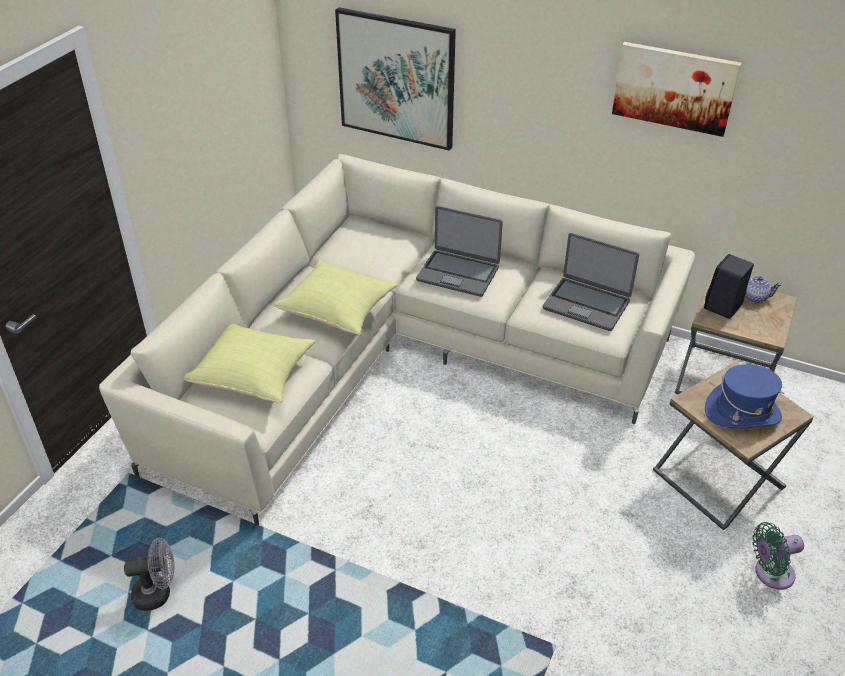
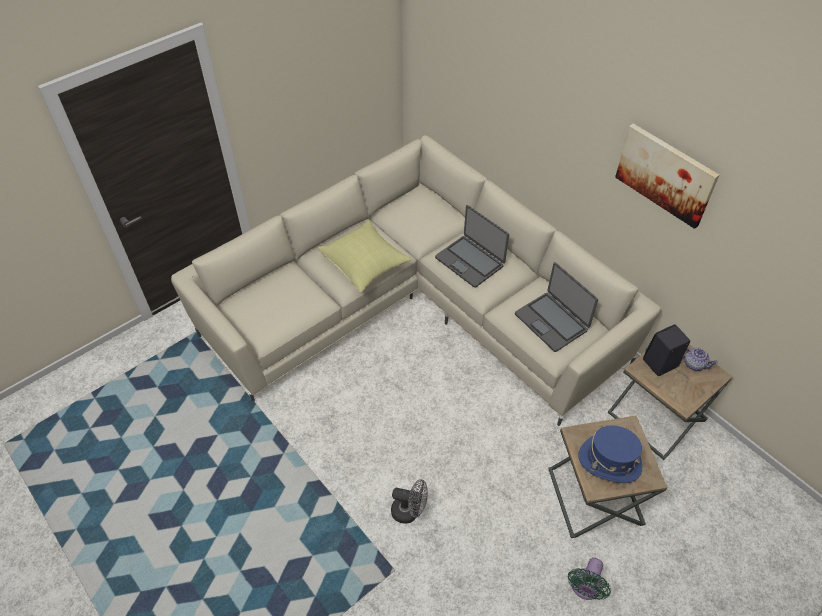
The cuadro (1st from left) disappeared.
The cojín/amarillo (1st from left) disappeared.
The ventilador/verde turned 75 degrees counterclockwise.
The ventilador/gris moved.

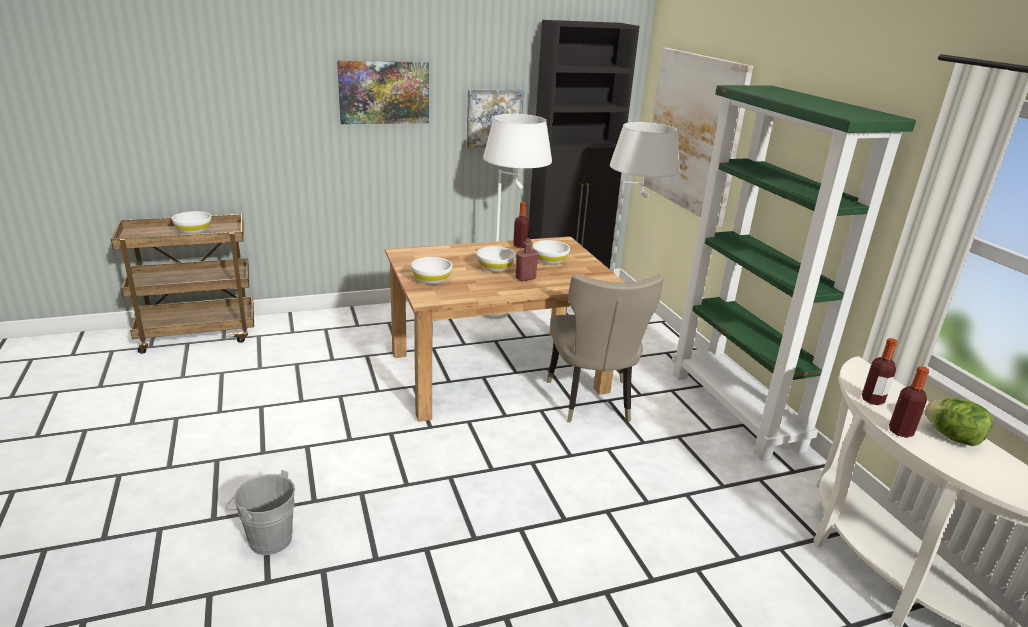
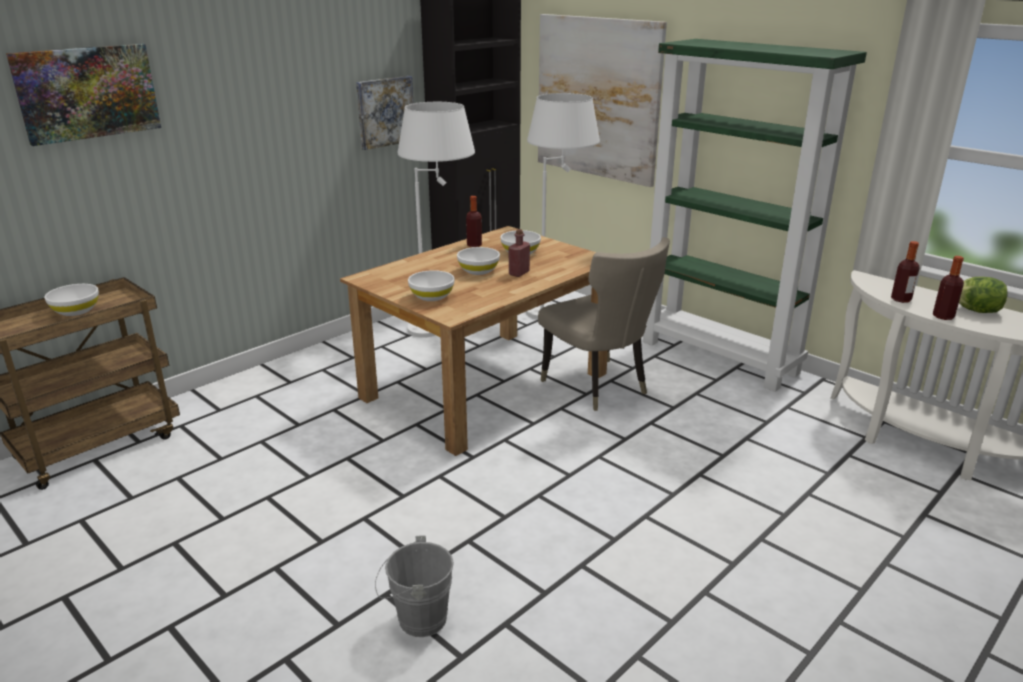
The cuadro (1st from left) moved.

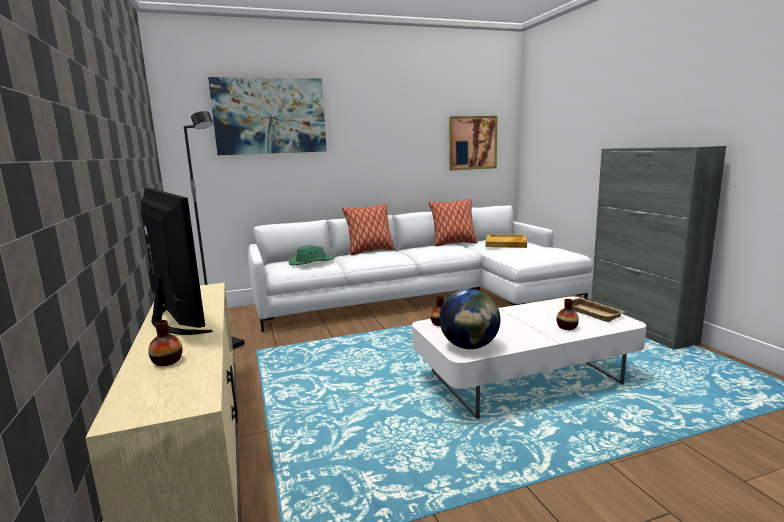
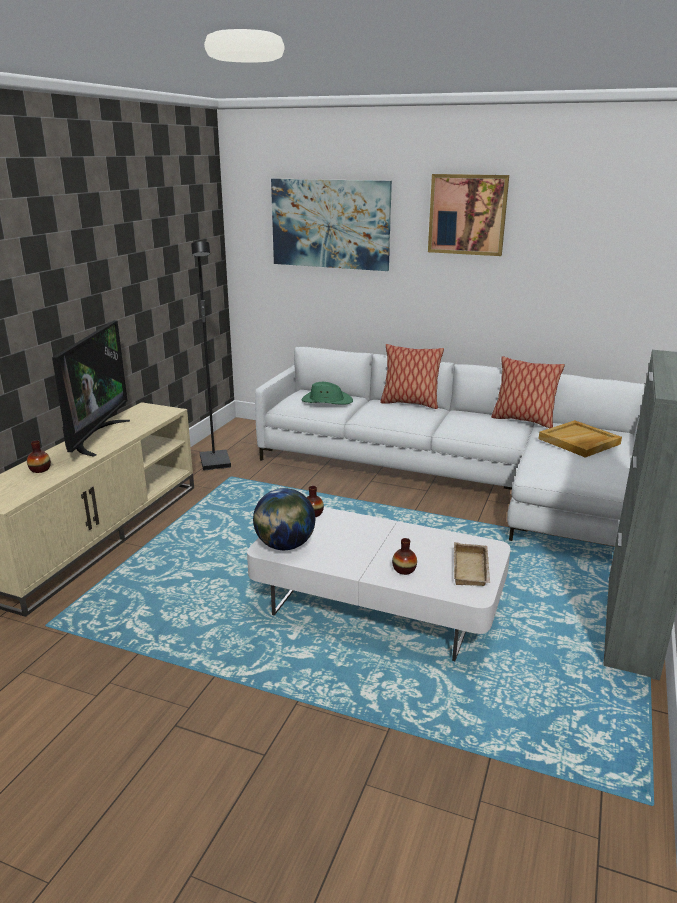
The cuadro (2nd from left) moved.

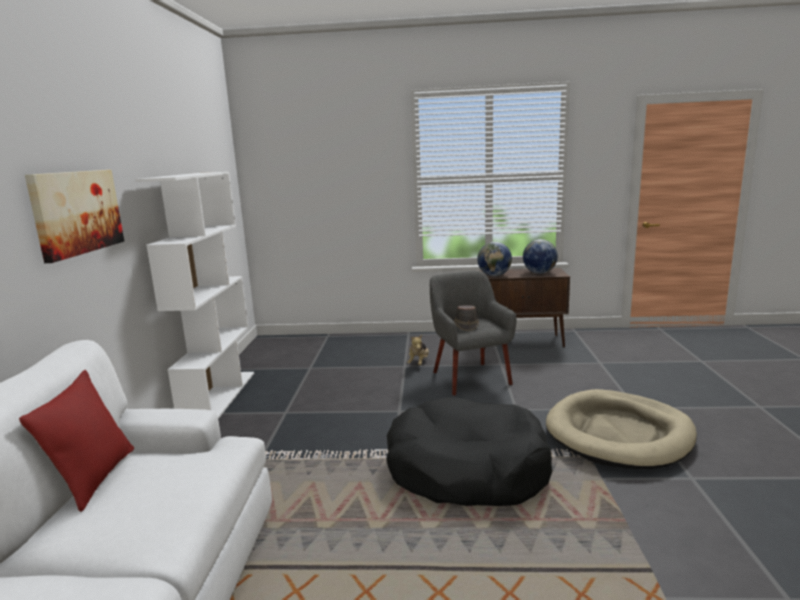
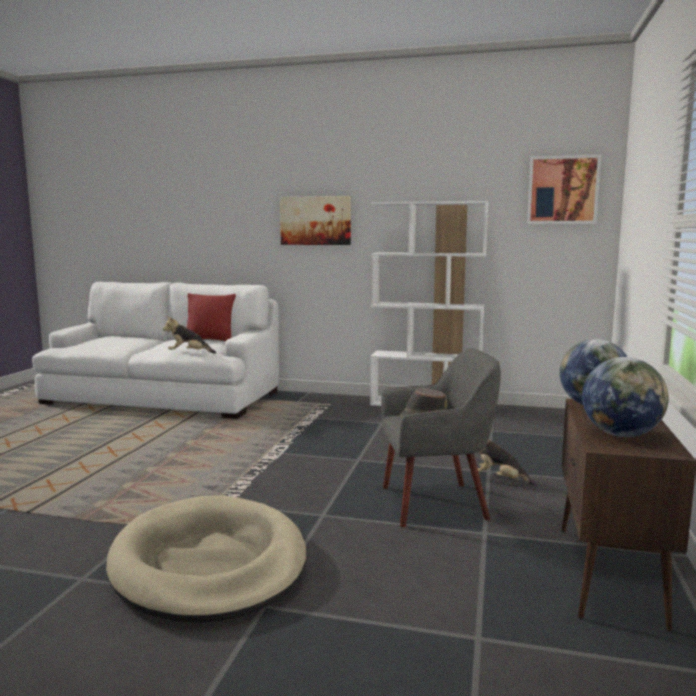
The cama para perro/negro disappeared.
The cuadro (2nd from left) appeared.
The peluche (1st from left) appeared.

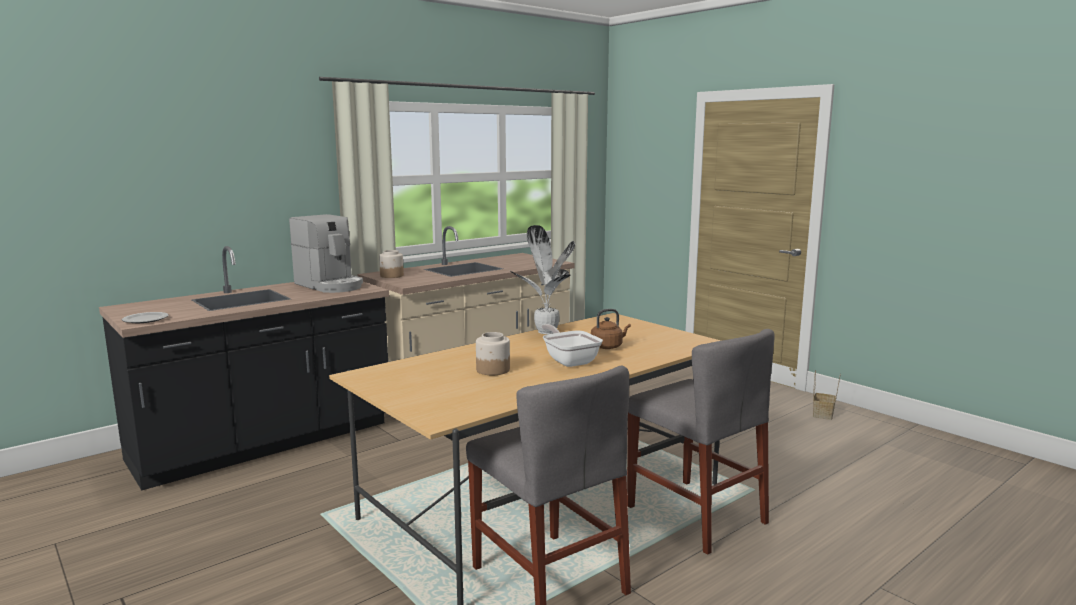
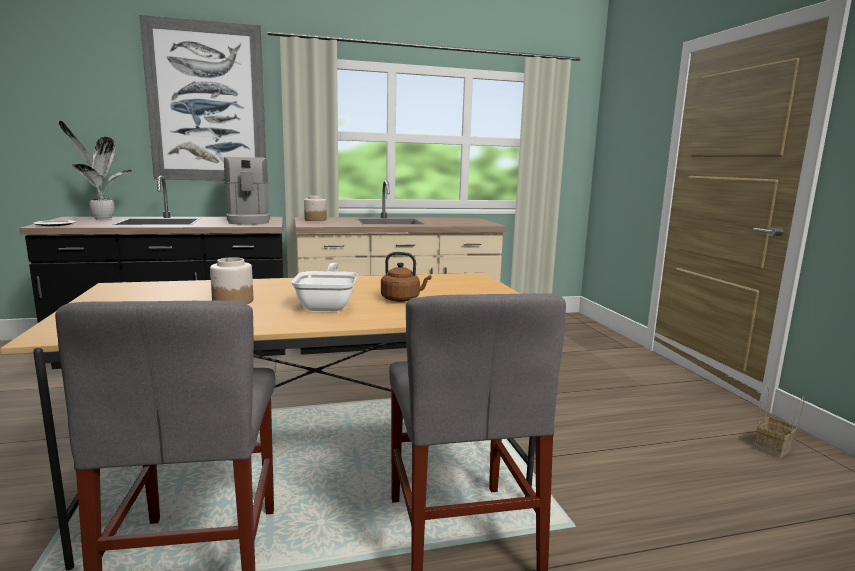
The planta en maceta moved.
The cuadro appeared.

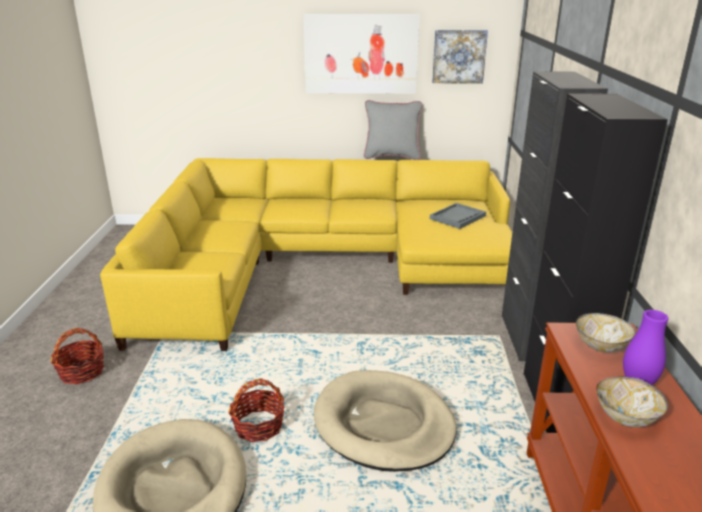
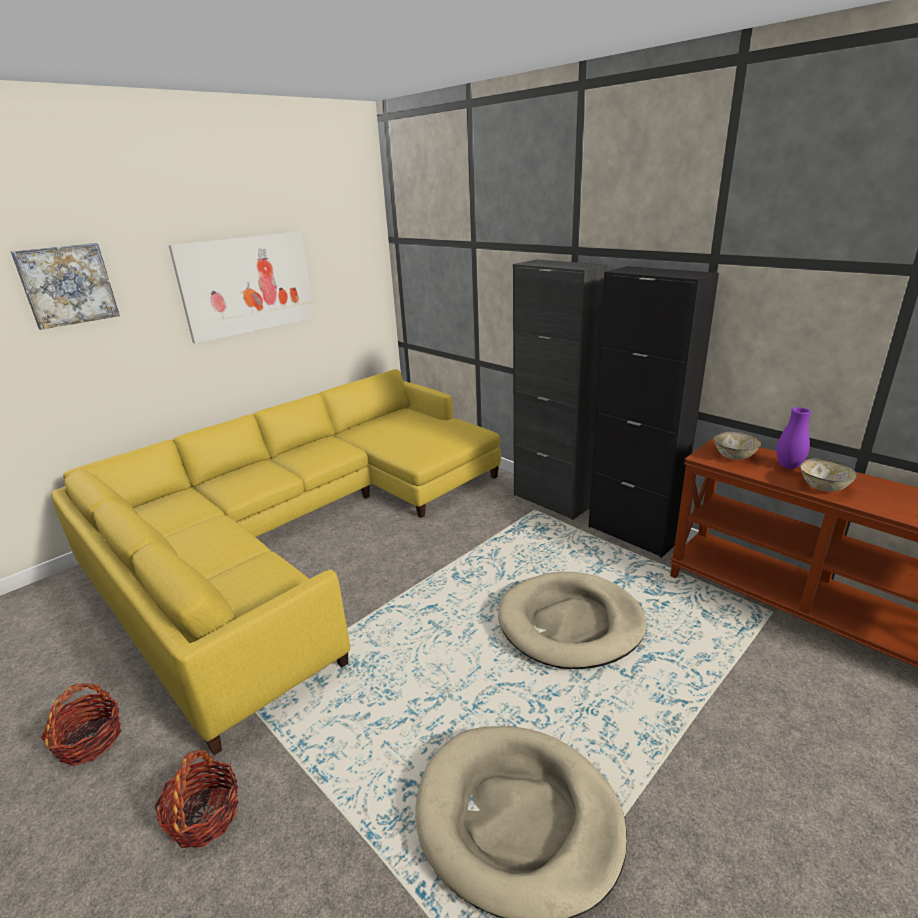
The cuadro (2nd from left in the first image) moved.
The cojín/gris disappeared.
The bandeja/gris disappeared.
The cesta (2nd from left in the first image) moved.

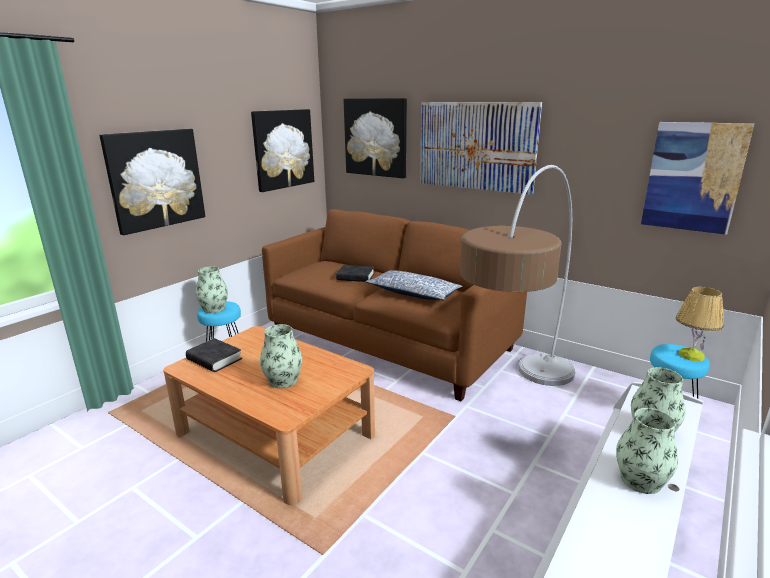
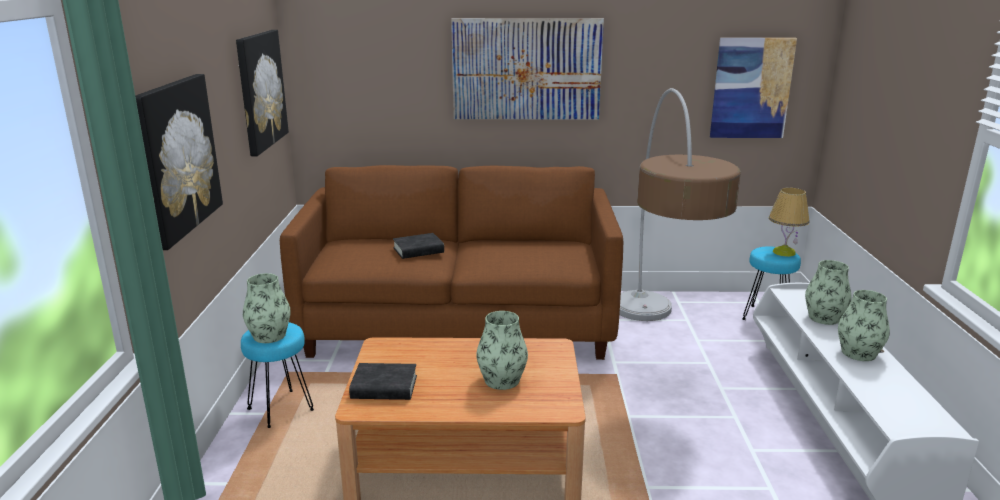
The cuadro (3rd from left) disappeared.
The cojín disappeared.

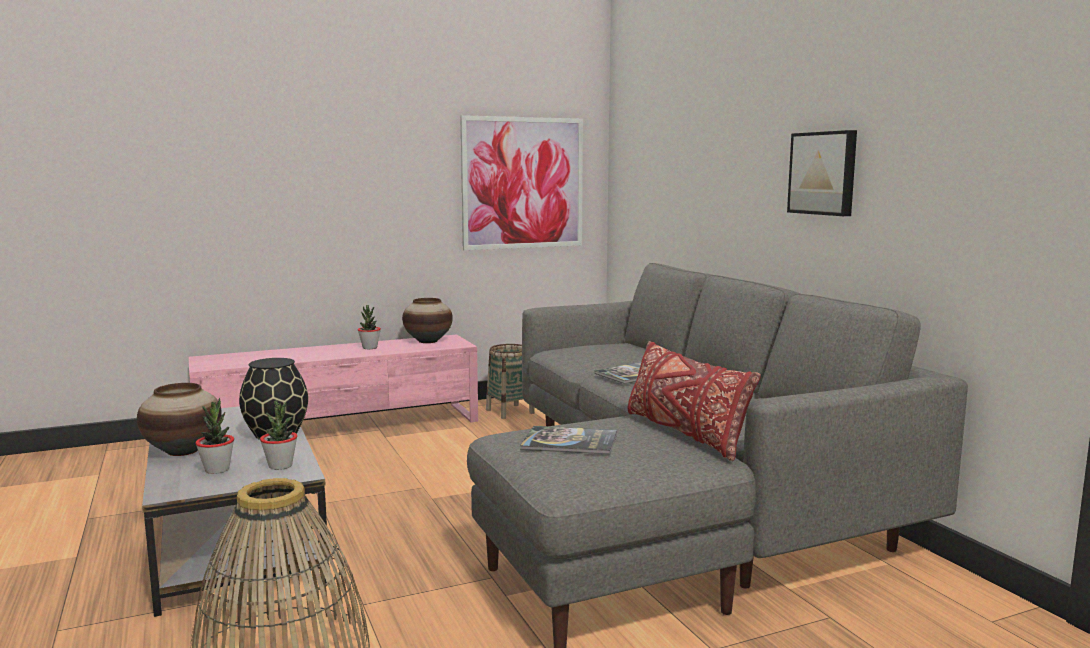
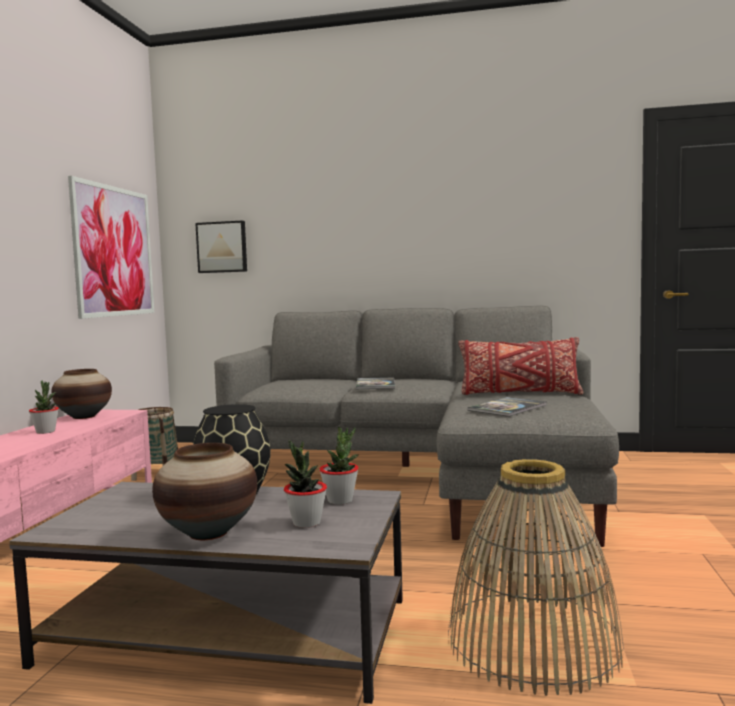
The cuadro (2nd from left) moved.

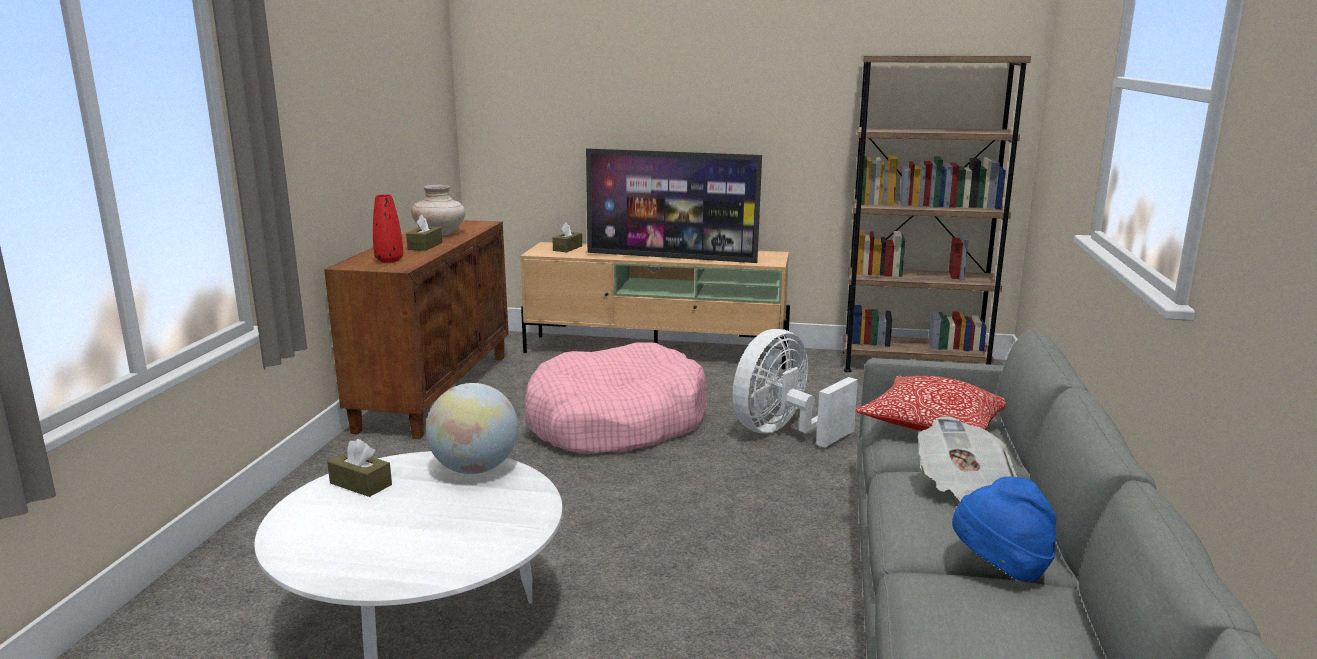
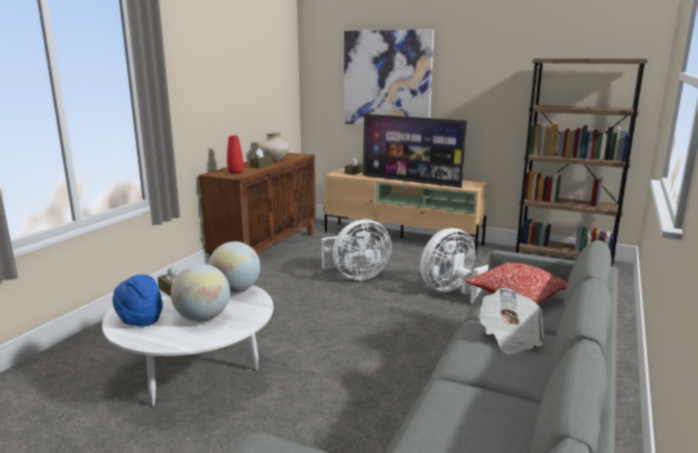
The cama para perro/rosa was replaced by the ventilador/blanco (1st from left).
The sombrero/azul moved.
The cuadro appeared.
The globo terráqueo (1st from left) appeared.

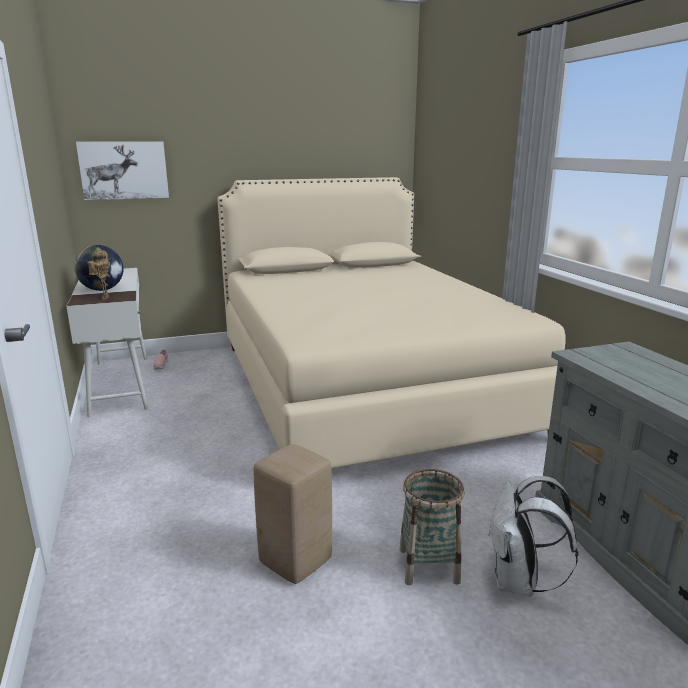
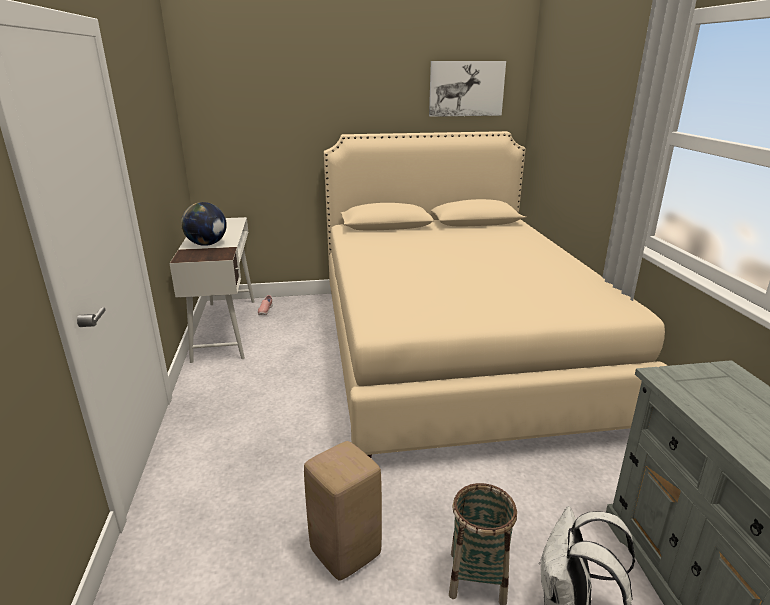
The cuadro moved.
The robot de juguete disappeared.

